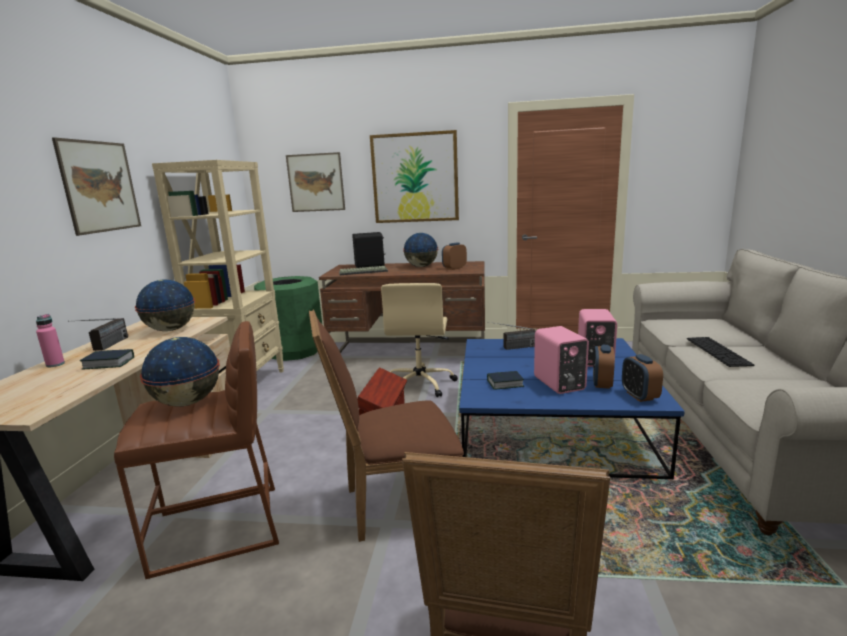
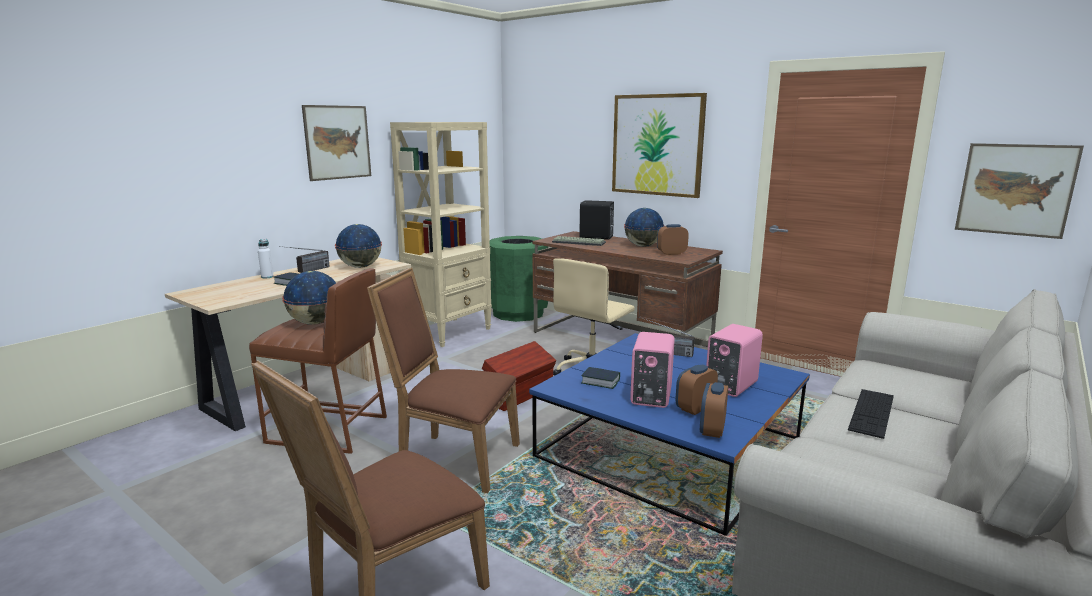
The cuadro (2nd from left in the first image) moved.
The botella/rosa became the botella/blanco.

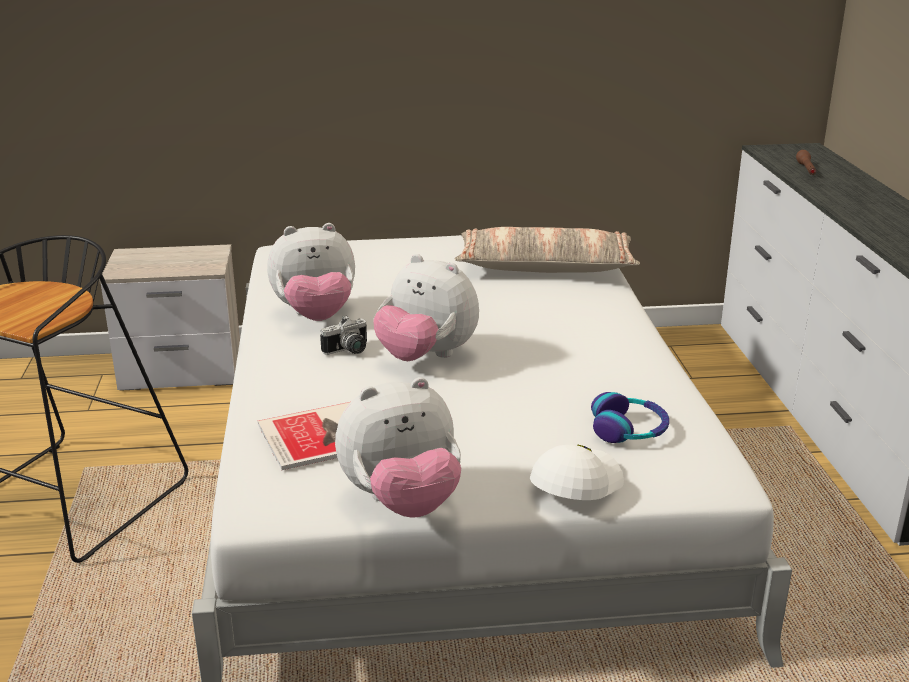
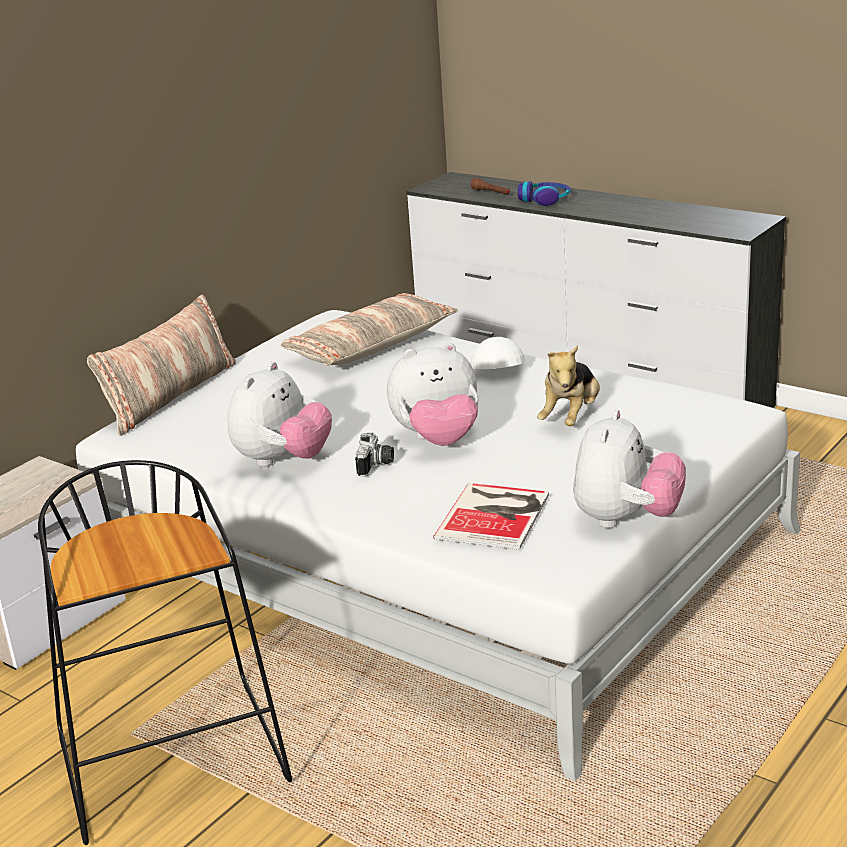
The auriculares moved.
The gorra/blanco moved.
The cojín (1st from left) appeared.
The peluche (3rd from left) appeared.

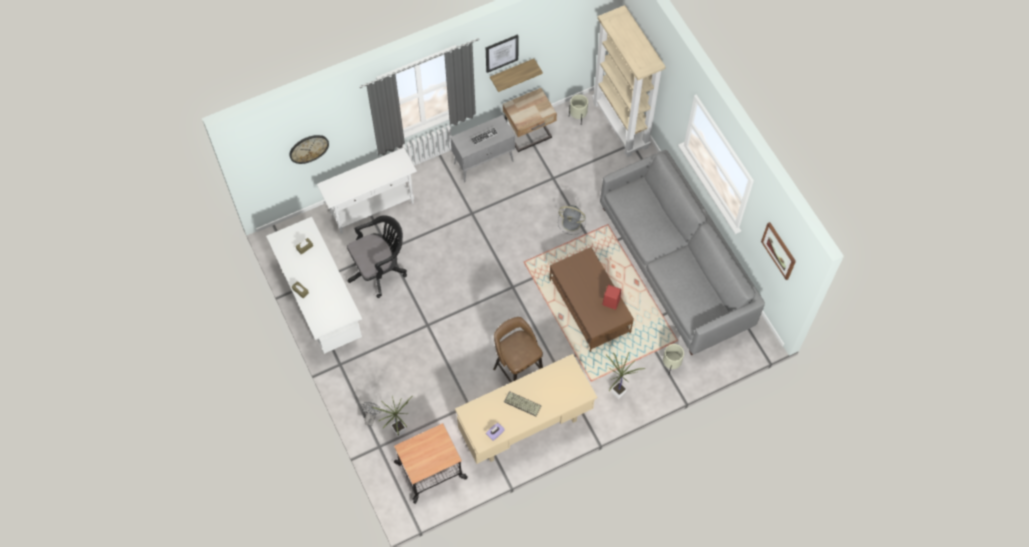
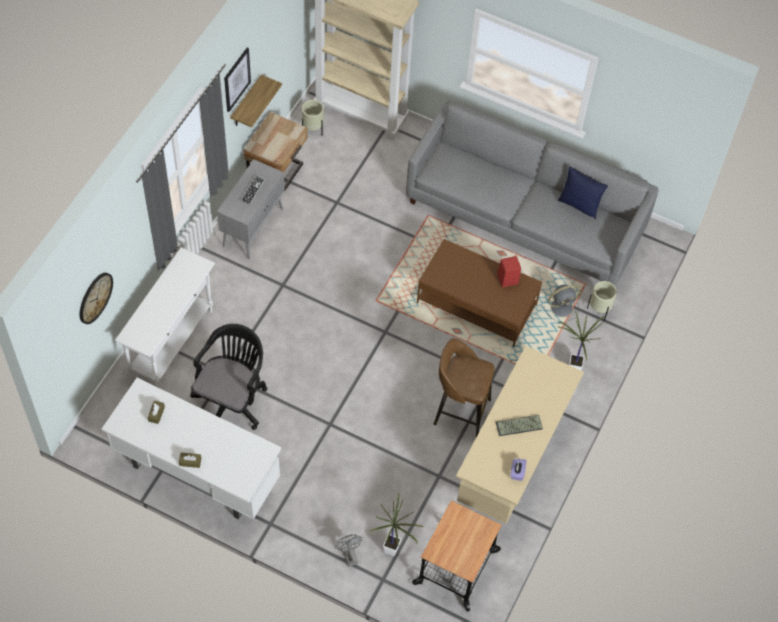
The ventilador/gris (2nd from left) moved.
The cuadro (2nd from left) disappeared.
The cojín/azul appeared.

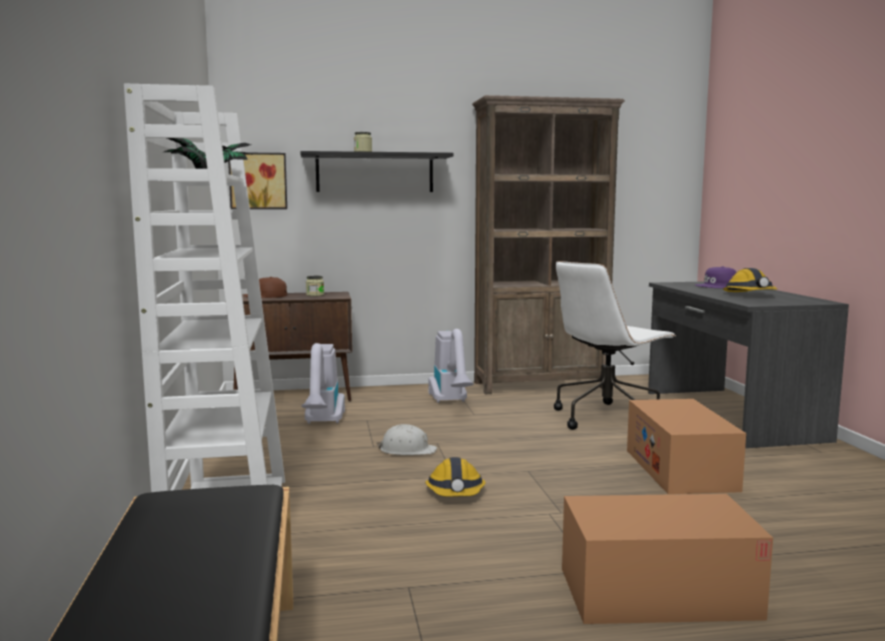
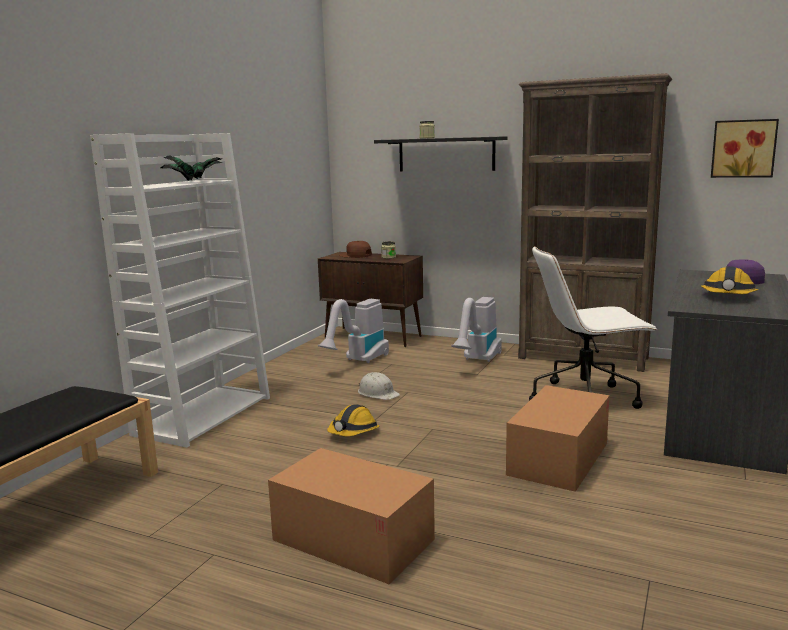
The cuadro moved.

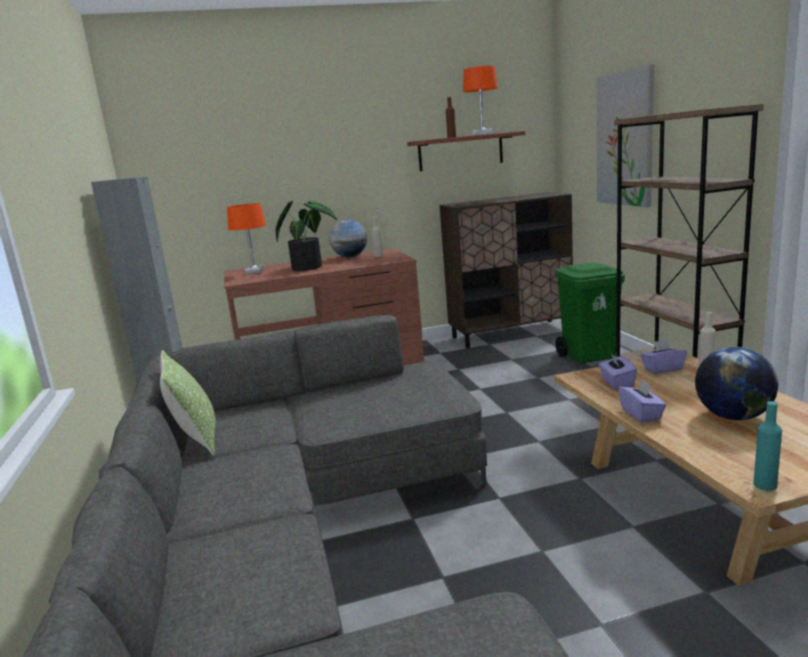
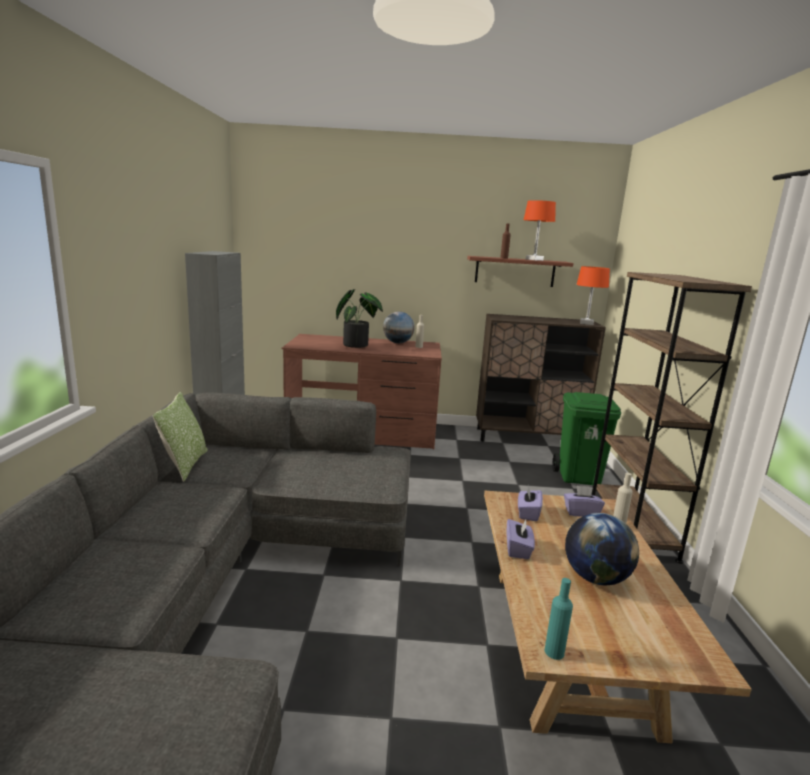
The cuadro disappeared.
The lámpara de mesa/naranja (1st from left in the first image) moved.

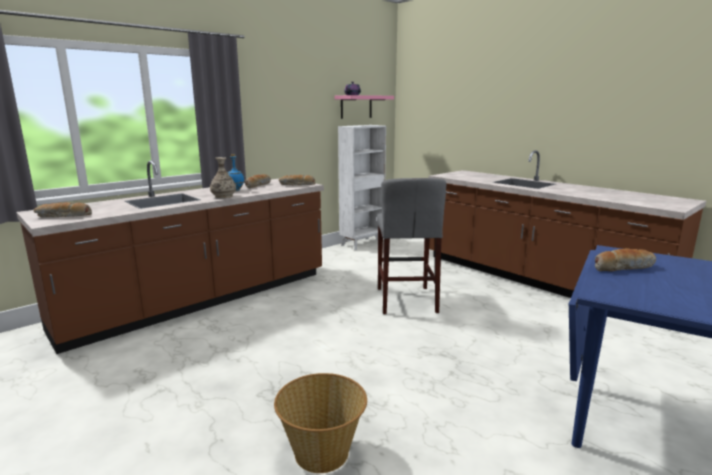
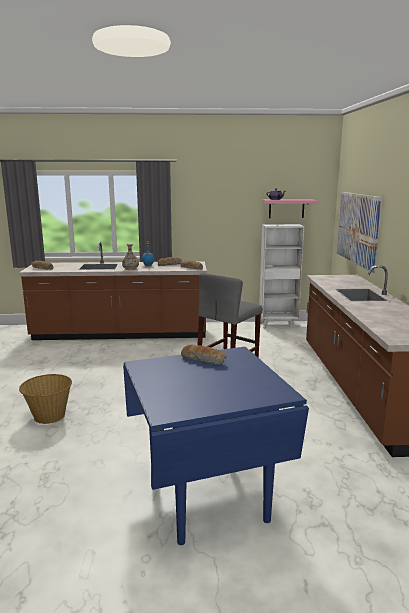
The cuadro appeared.

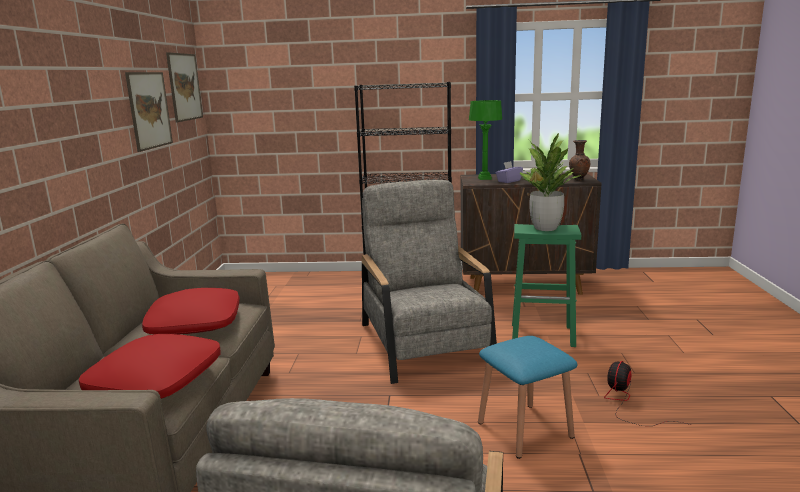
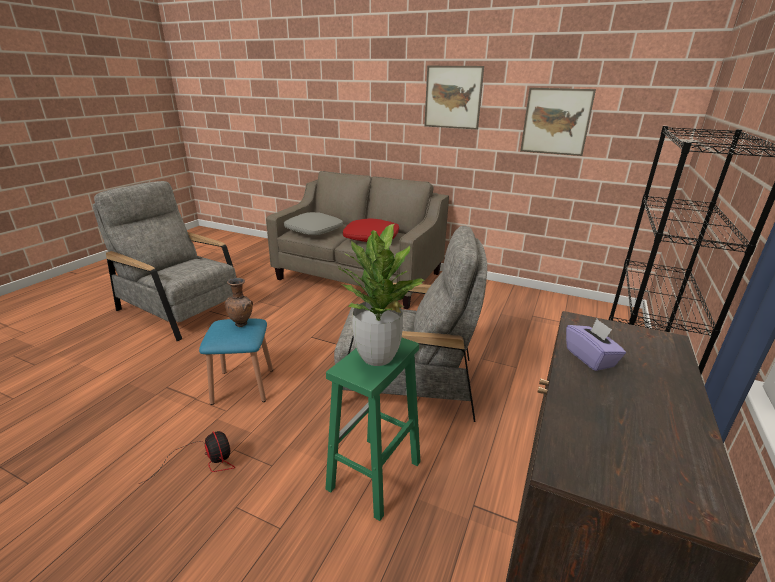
The cuadro (2nd from left in the first image) moved.
The lámpara de mesa/verde disappeared.
The florero/marrón moved.
The cojín/rojo (1st from left) became the cojín/gris.

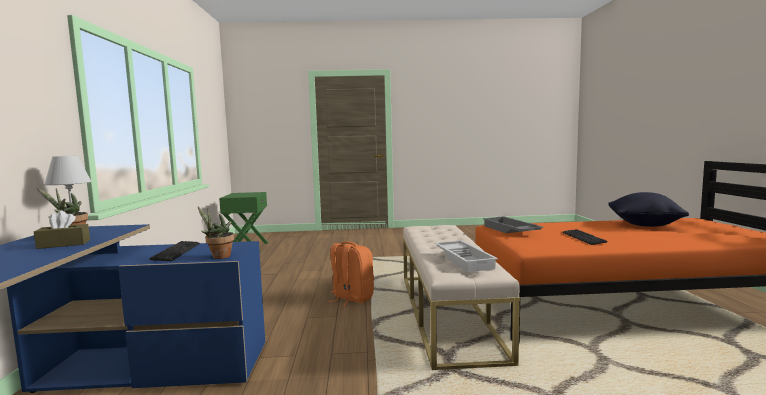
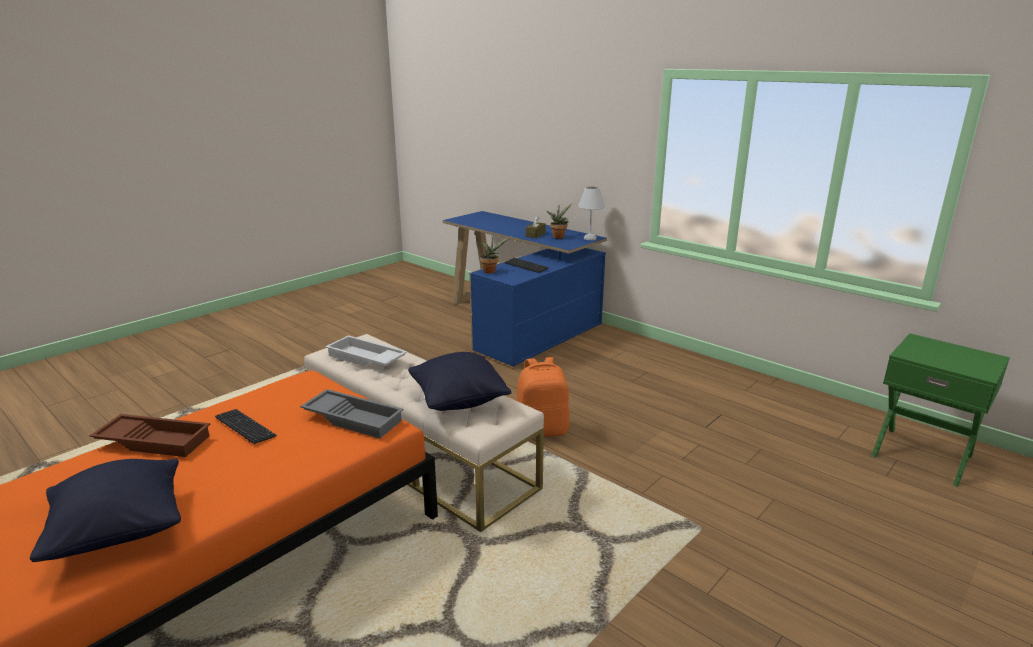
The cojín/negro (2nd from left) appeared.
The bandeja/marrón appeared.

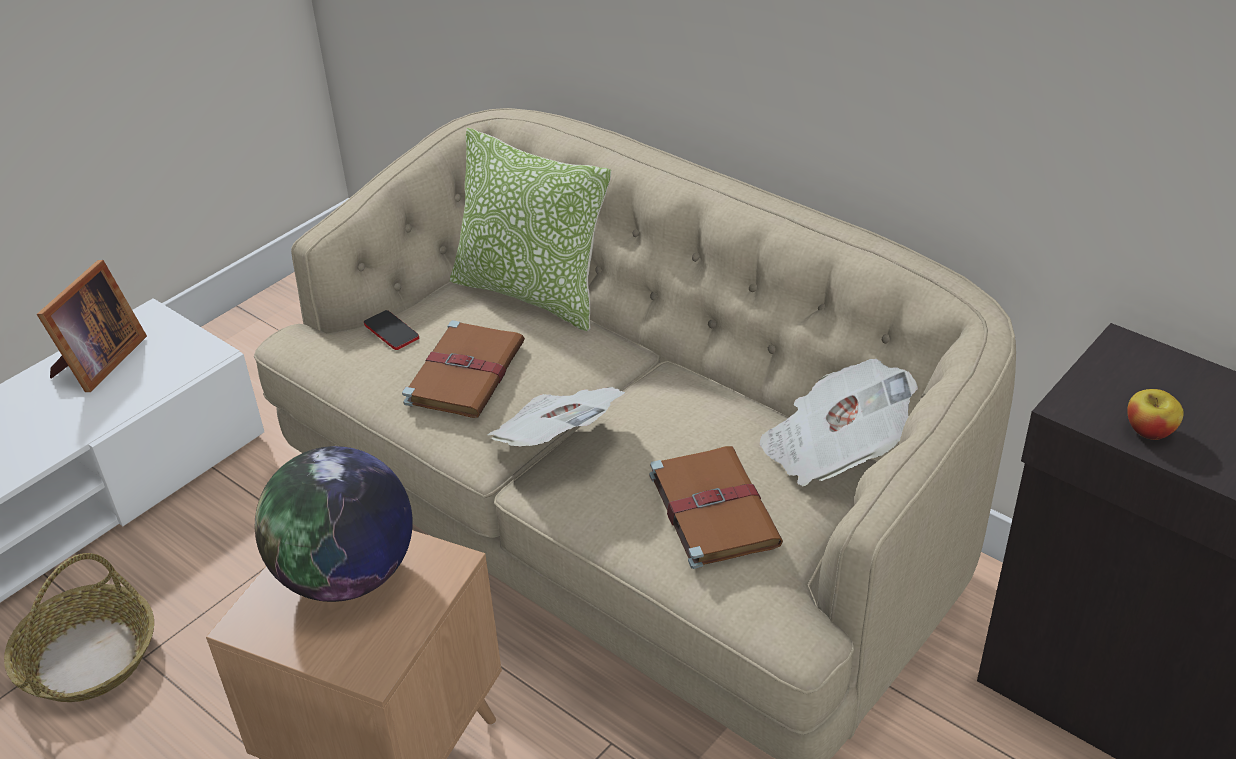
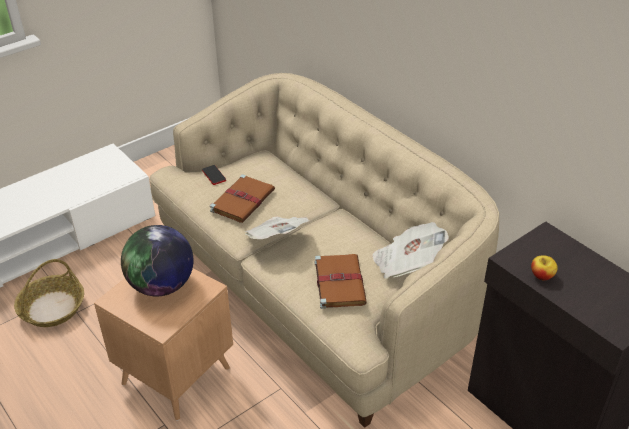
The cojín disappeared.
The portarretratos disappeared.

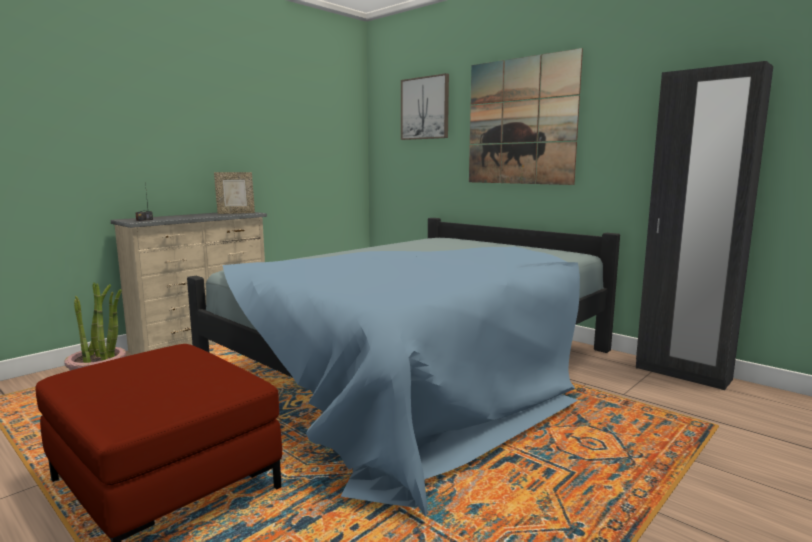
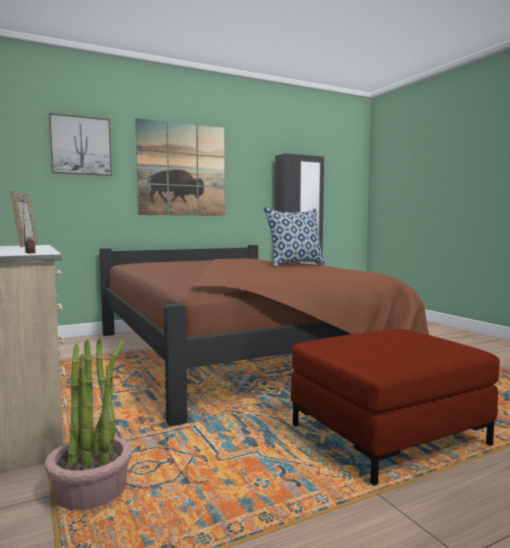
The cama/azul became the cama/marrón.
The cojín appeared.

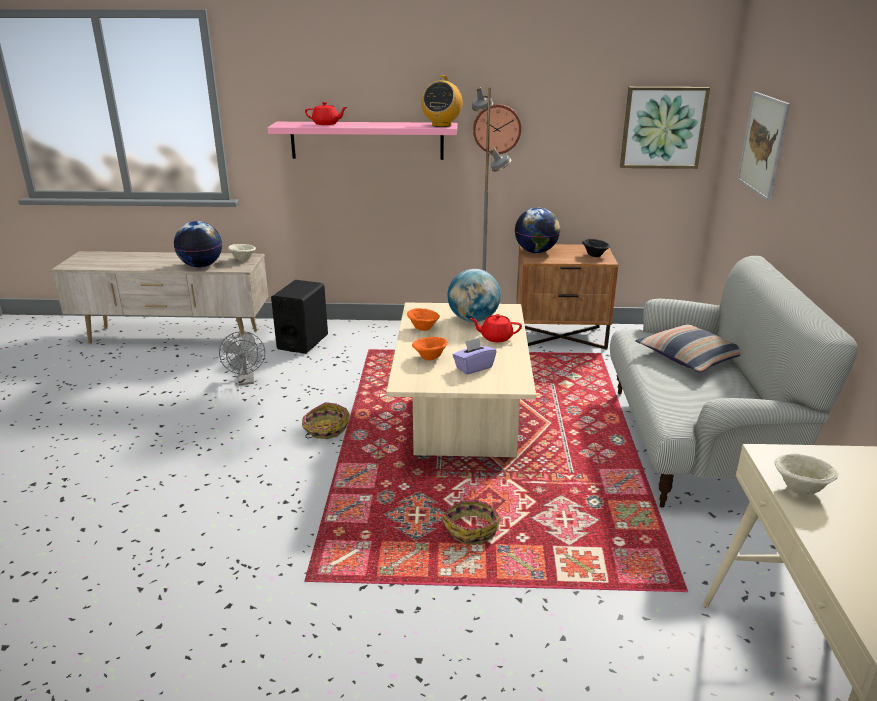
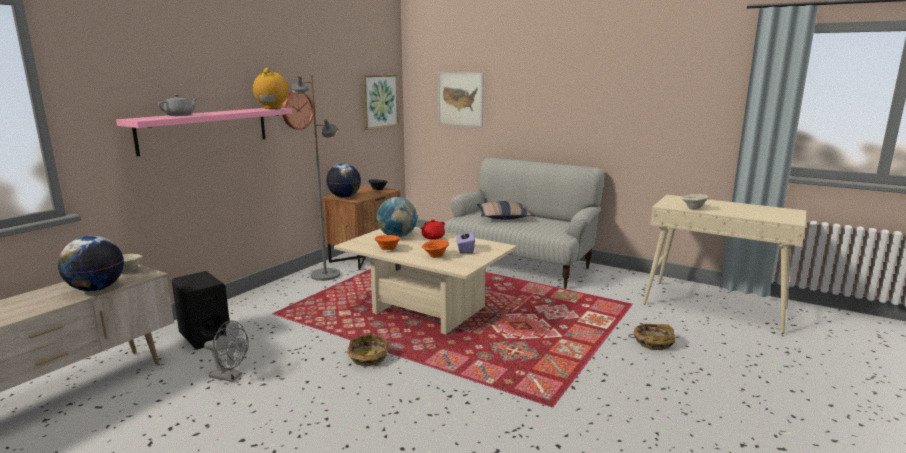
The radio turned 135 degrees counterclockwise.
The tetera/rojo (1st from left) became the tetera/gris.
The cesta (2nd from left) moved.

